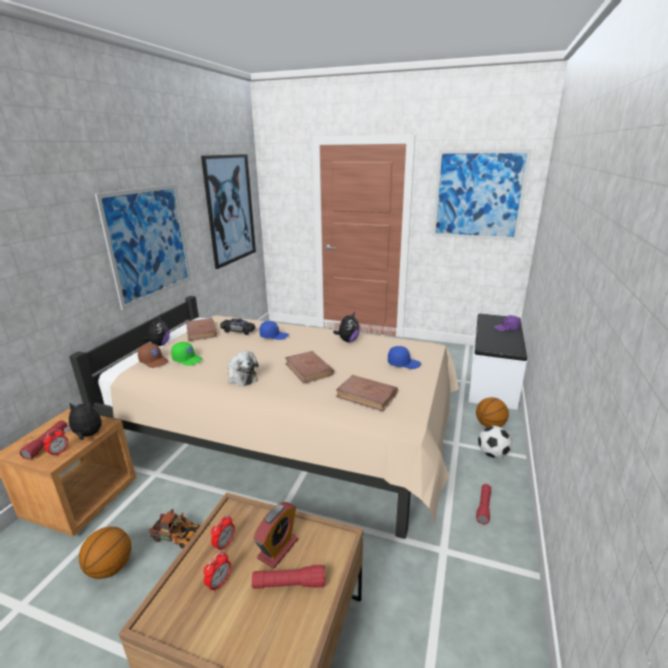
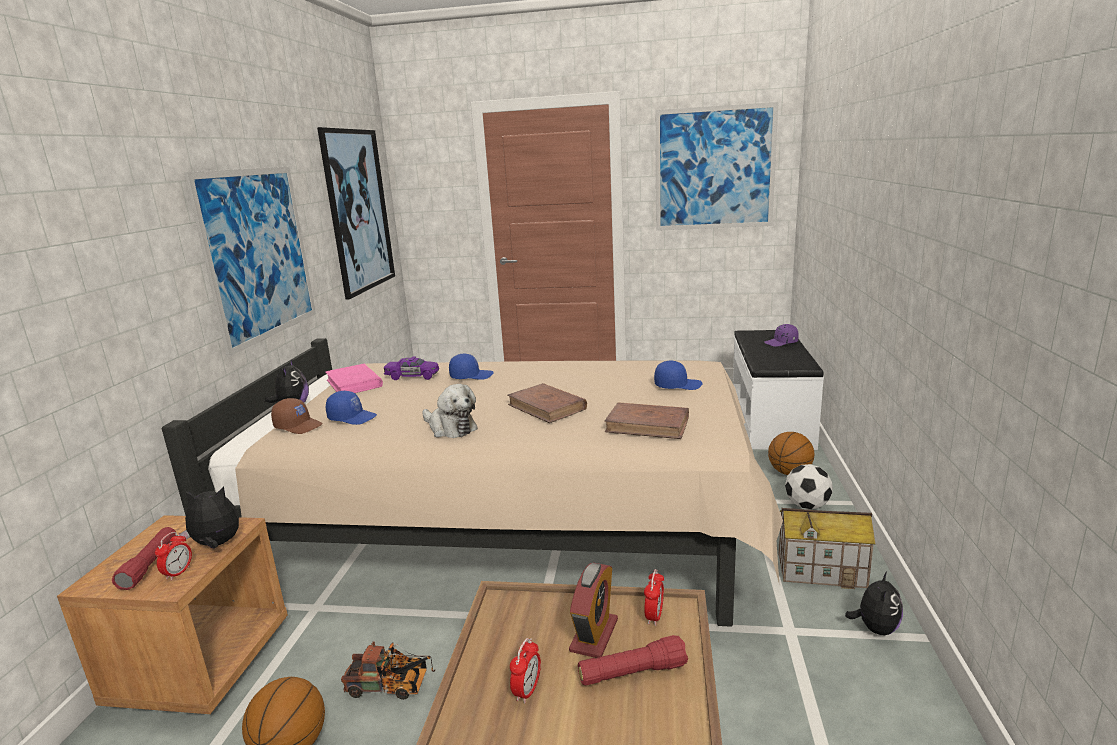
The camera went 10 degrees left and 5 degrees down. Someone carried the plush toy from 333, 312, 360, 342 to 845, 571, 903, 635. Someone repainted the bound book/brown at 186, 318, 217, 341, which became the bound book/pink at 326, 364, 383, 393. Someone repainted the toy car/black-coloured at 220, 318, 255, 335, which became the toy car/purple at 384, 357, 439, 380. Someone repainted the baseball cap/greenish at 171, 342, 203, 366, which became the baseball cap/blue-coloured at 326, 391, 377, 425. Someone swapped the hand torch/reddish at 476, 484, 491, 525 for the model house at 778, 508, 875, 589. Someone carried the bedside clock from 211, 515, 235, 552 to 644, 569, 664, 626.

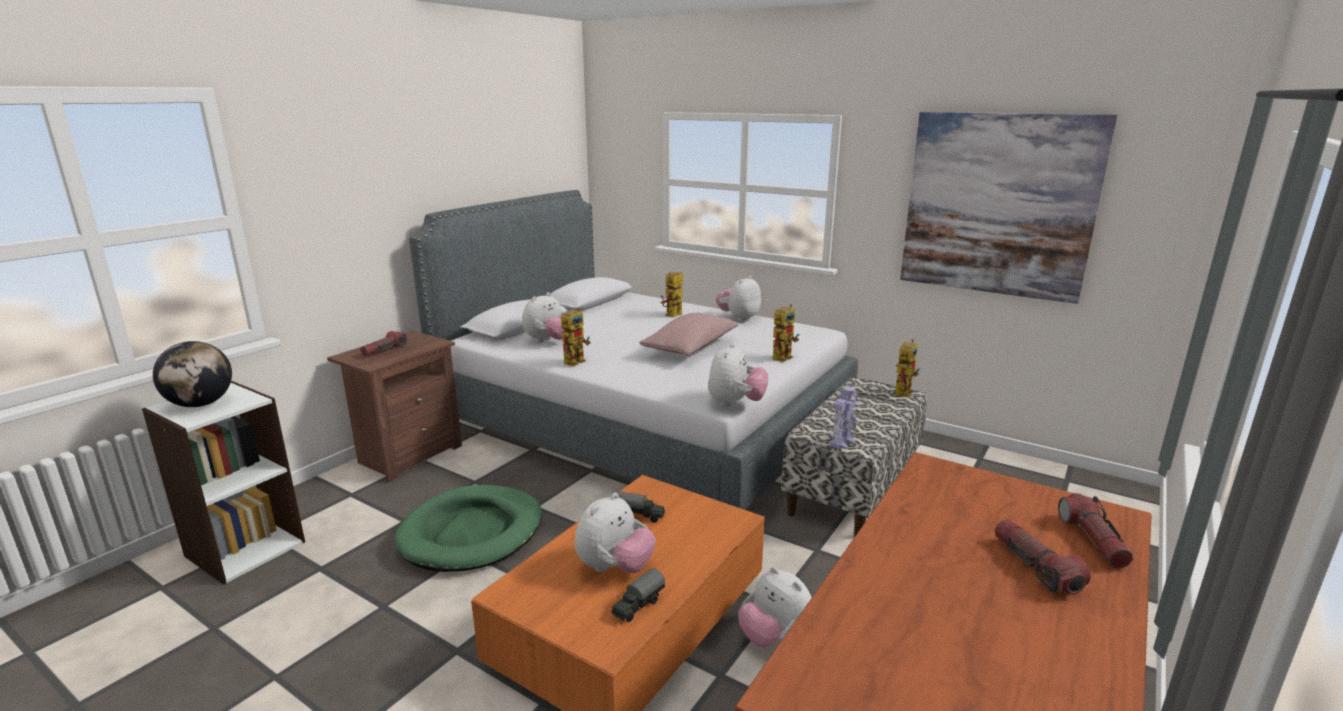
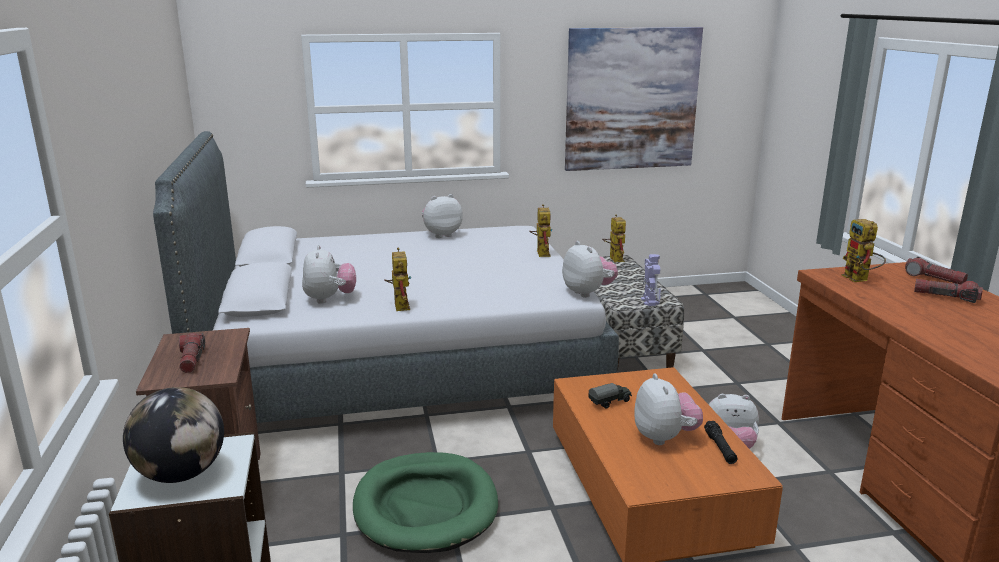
The camera went 45 degrees left and 0 degrees up. Someone carried the toy robot from 661, 272, 683, 317 to 842, 219, 886, 282. Someone rotated the plush toy at 716, 276, 761, 322 by 75 degrees clockwise. Someone took away the cushion/pink at 639, 313, 738, 355. Someone swapped the toy lorry at 611, 568, 665, 622 for the hand torch/black-coloured at 704, 421, 737, 464.

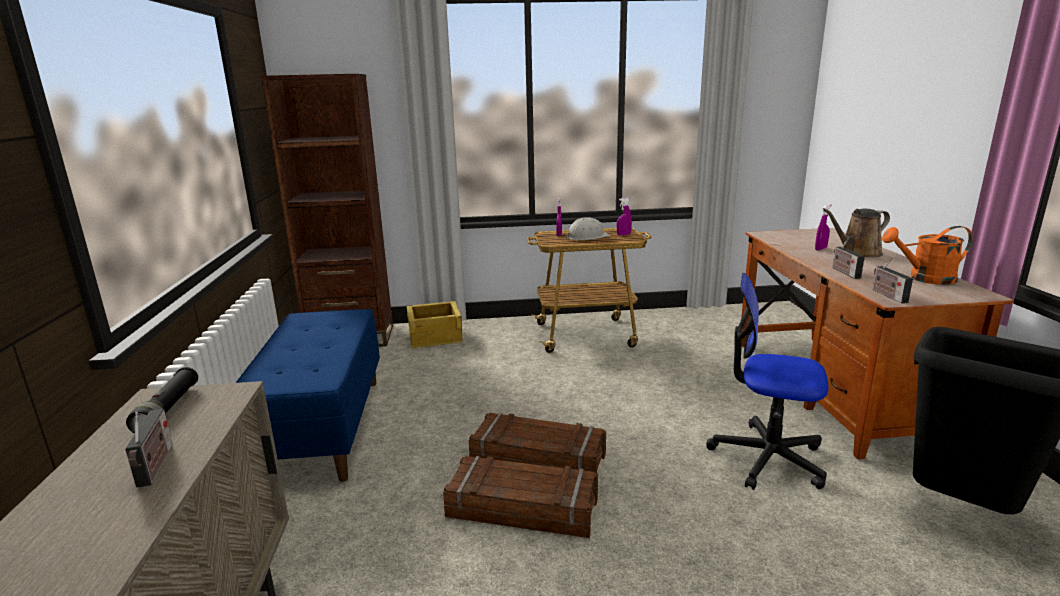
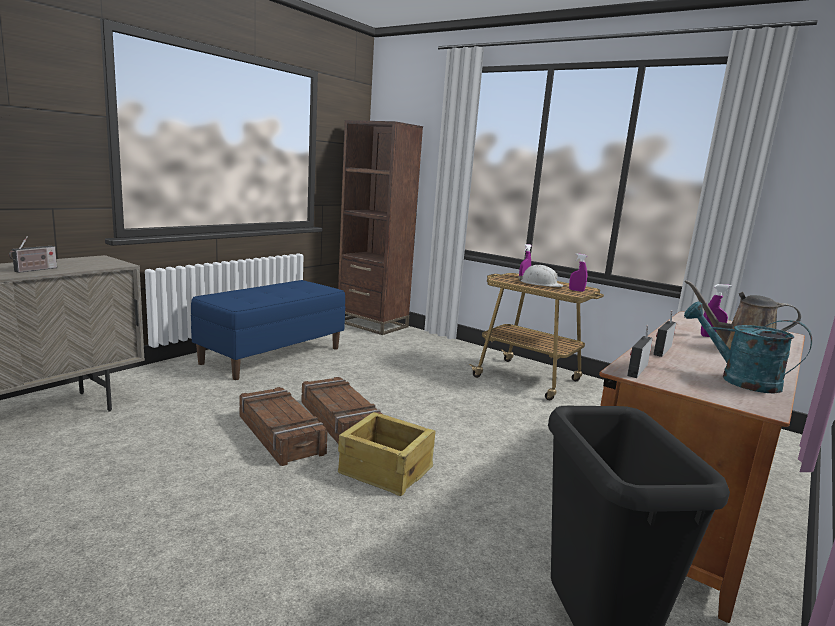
The camera went 40 degrees right and 5 degrees down. Someone repainted the watering can/orangey at 882, 226, 973, 285, which became the watering can/turquoise-coloured at 684, 301, 812, 394. Someone took away the desk chair at 706, 273, 829, 490. Someone carried the shipping crate from 407, 301, 462, 348 to 338, 412, 436, 496. Someone took away the hand torch/black-coloured at 126, 367, 198, 434.

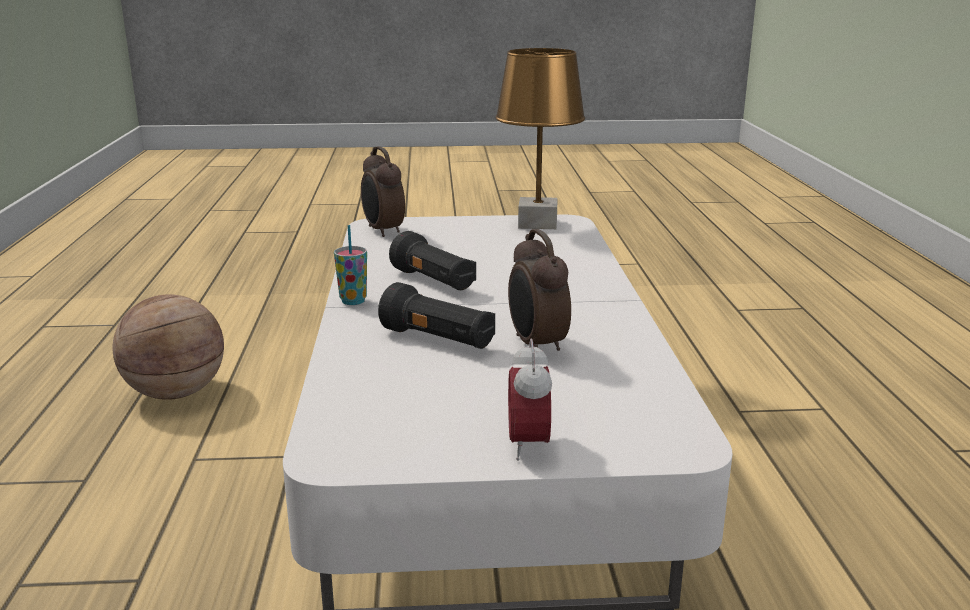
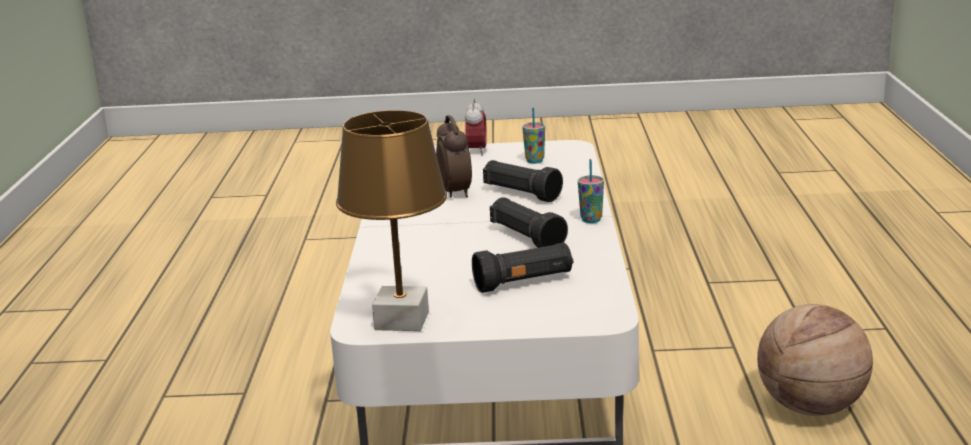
The camera went 175 degrees left and 0 degrees up. Someone took away the bedside clock at 361, 146, 405, 237. Someone put down the small cup at 522, 108, 545, 164. Someone put down the hand torch/black-coloured at 472, 243, 573, 293.

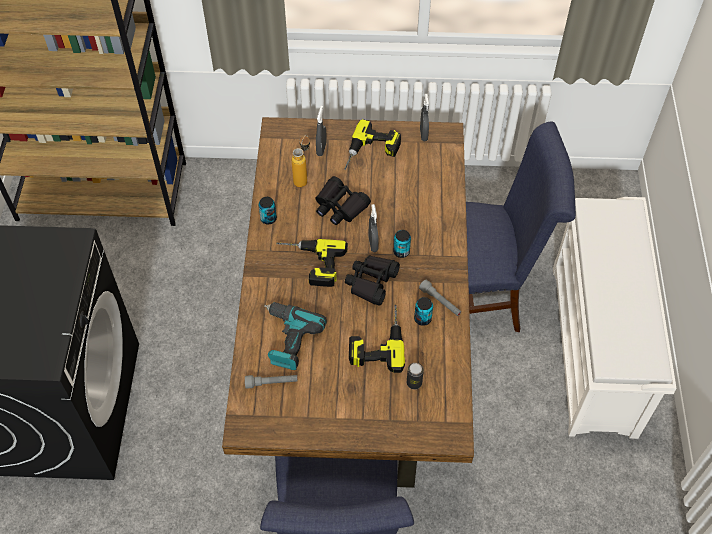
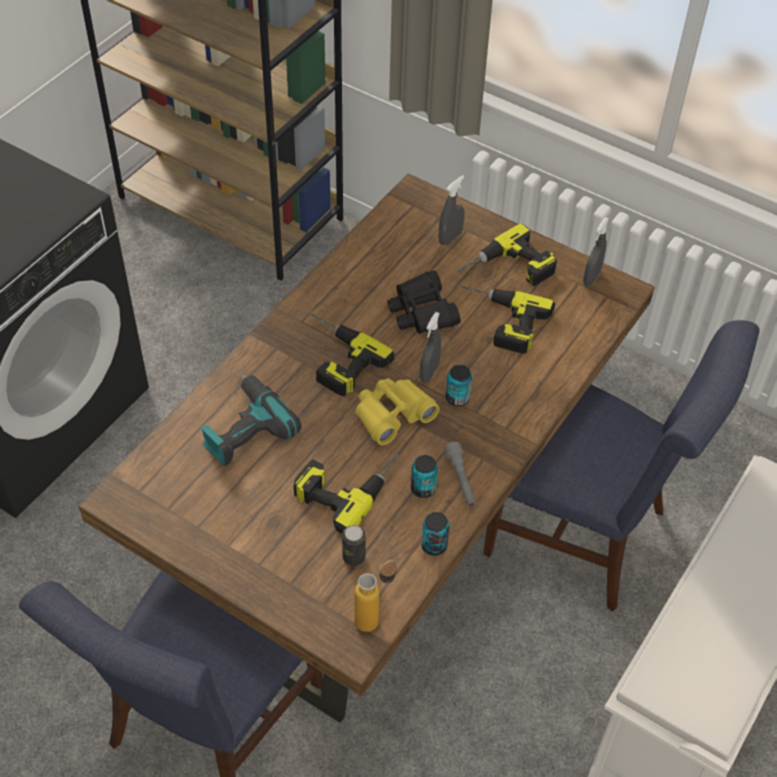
The camera went 30 degrees right and 5 degrees down. Someone carried the beverage bottle from 292, 135, 310, 187 to 355, 560, 397, 632. Someone carried the sealed can from 259, 197, 277, 224 to 421, 512, 450, 556. Someone repainted the pair of binoculars/black-coloured at 345, 255, 400, 306, which became the pair of binoculars/yellowish at 355, 378, 440, 445. Someone took away the hand torch/greyish at 245, 375, 298, 388. Someone put down the power drill at 460, 286, 555, 354.

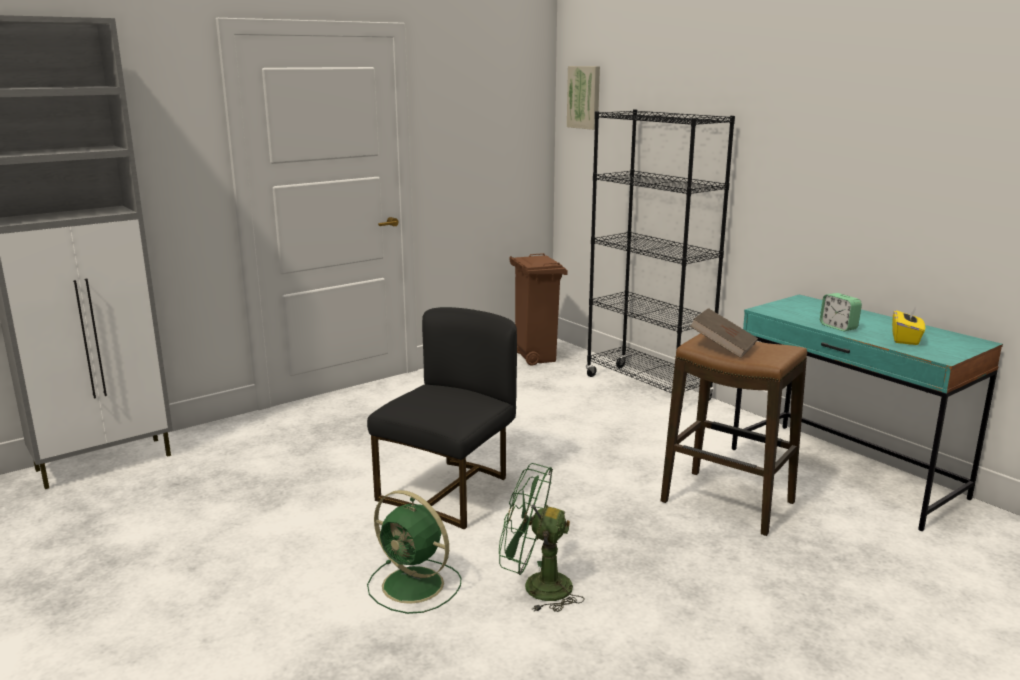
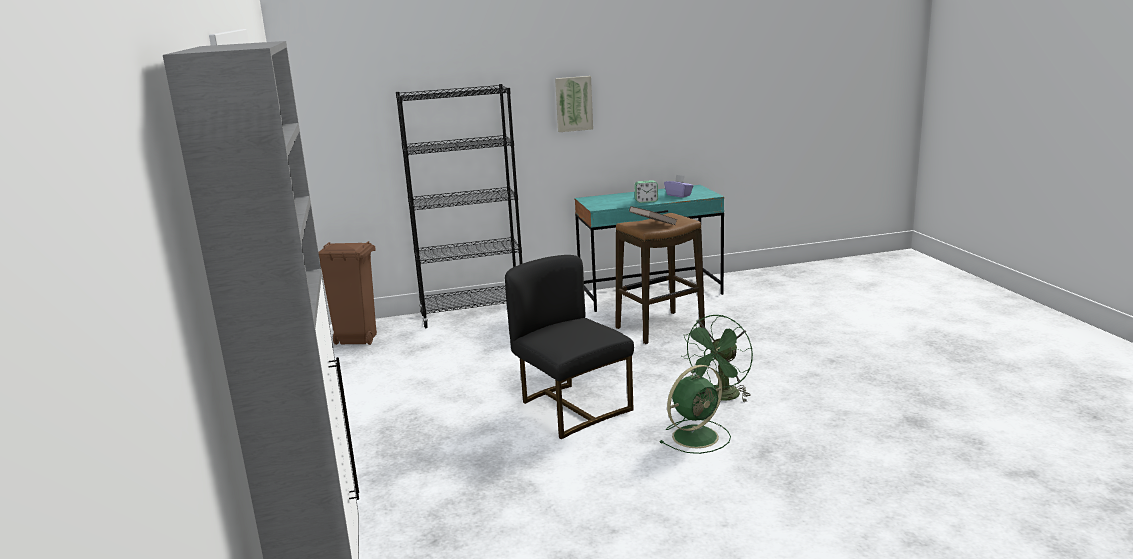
The camera went 65 degrees left and 0 degrees up. Someone carried the wall picture from 567, 66, 600, 130 to 555, 76, 593, 132. Someone repainted the tissue box/yellowish at 892, 306, 925, 345, which became the tissue box/purple at 664, 175, 693, 198.

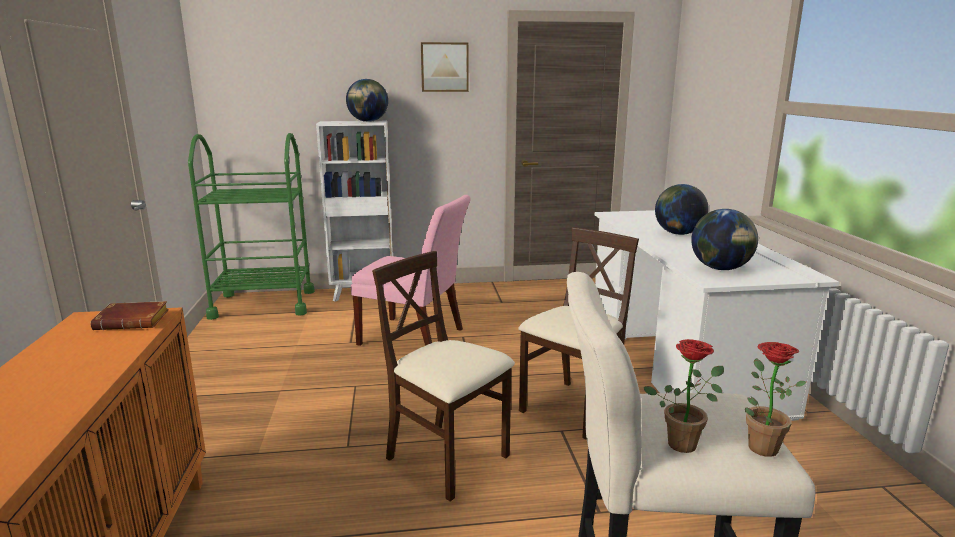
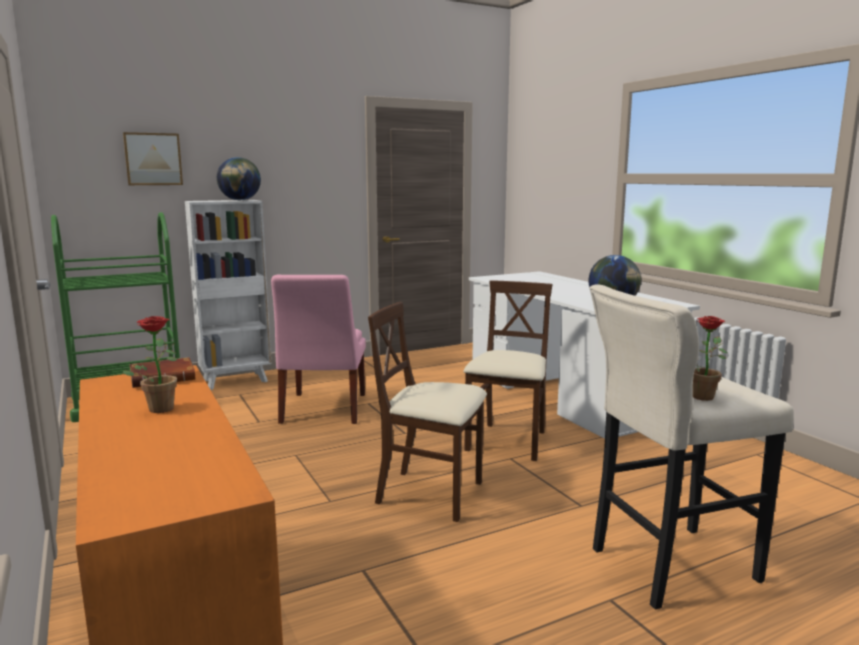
The camera went 20 degrees left and 5 degrees down. Someone carried the wall picture from 421, 42, 469, 92 to 123, 132, 183, 185. Someone took away the globe at 655, 184, 709, 235. Someone rotated the plain chair/pink at 351, 195, 471, 346 by 90 degrees clockwise. Someone carried the houseplant from 745, 342, 806, 457 to 122, 316, 177, 413.

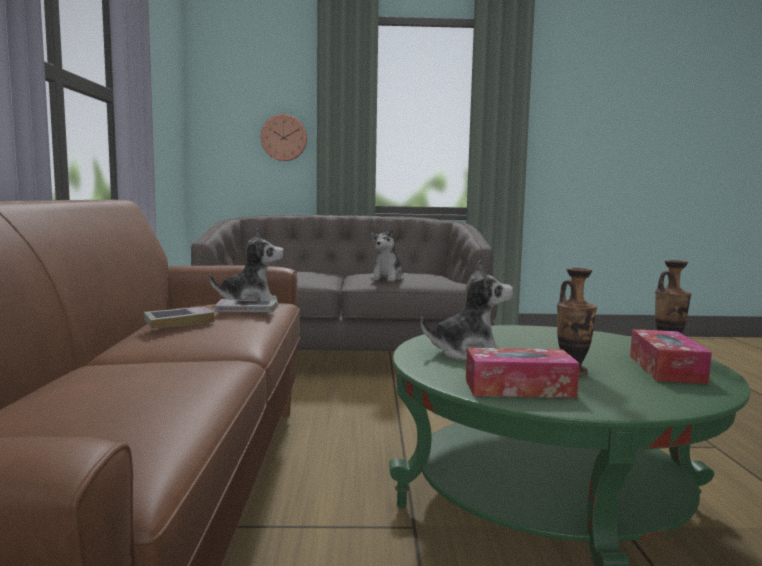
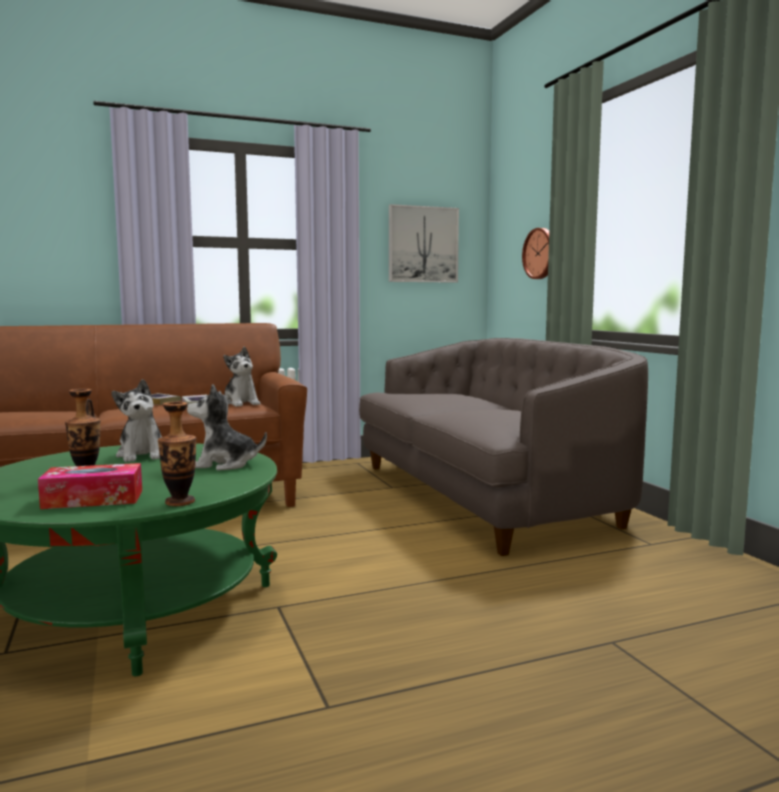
The camera went 70 degrees right and 0 degrees up. Someone carried the plush toy from 371, 226, 405, 282 to 187, 384, 267, 471. Someone took away the tissue box at 466, 348, 579, 398. Someone put up the wall picture at 389, 204, 459, 283.

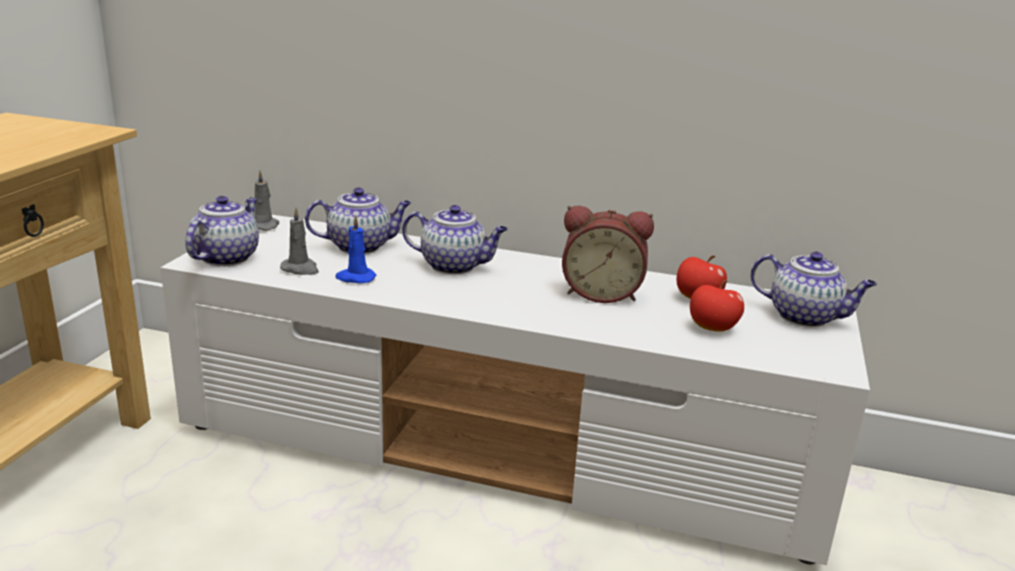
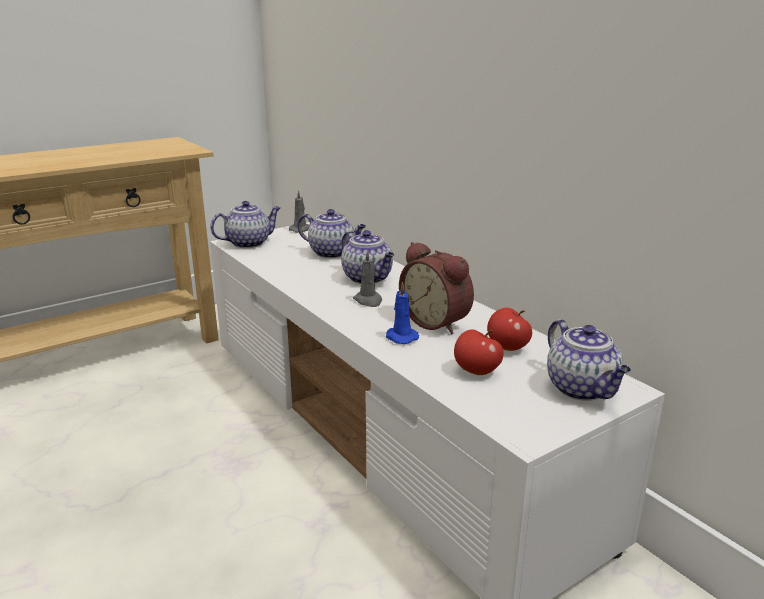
The camera went 40 degrees right and 0 degrees up. Someone carried the wax light/greyish from 280, 207, 319, 275 to 353, 250, 382, 307. Someone carried the wax light/blue-coloured from 336, 215, 377, 284 to 386, 281, 419, 344.

